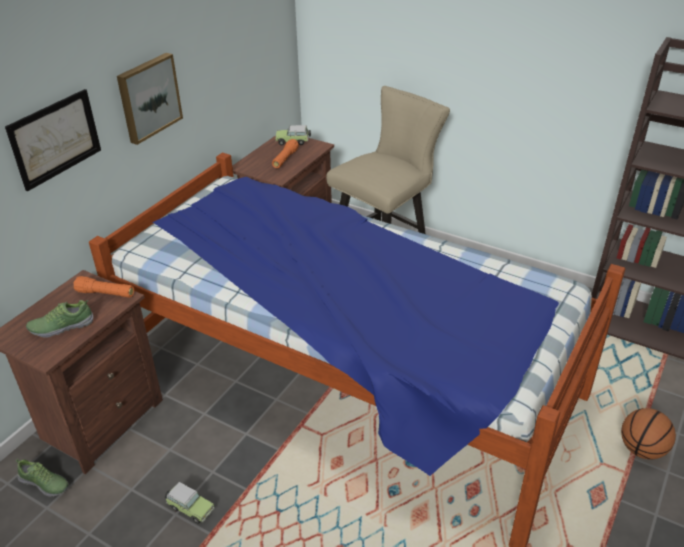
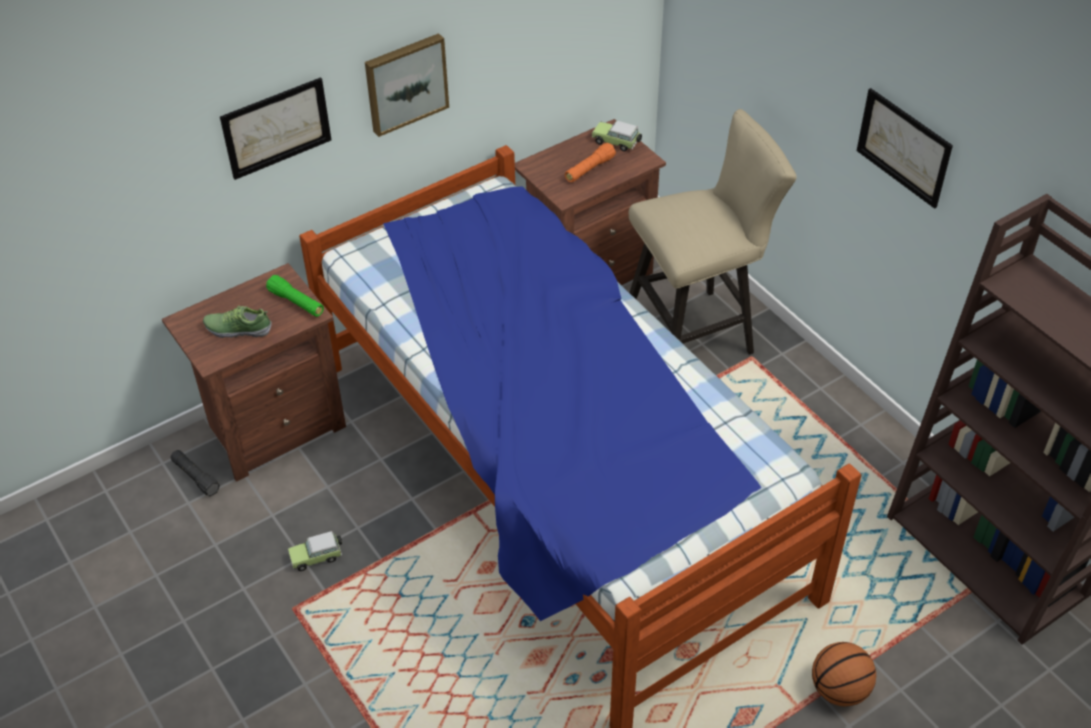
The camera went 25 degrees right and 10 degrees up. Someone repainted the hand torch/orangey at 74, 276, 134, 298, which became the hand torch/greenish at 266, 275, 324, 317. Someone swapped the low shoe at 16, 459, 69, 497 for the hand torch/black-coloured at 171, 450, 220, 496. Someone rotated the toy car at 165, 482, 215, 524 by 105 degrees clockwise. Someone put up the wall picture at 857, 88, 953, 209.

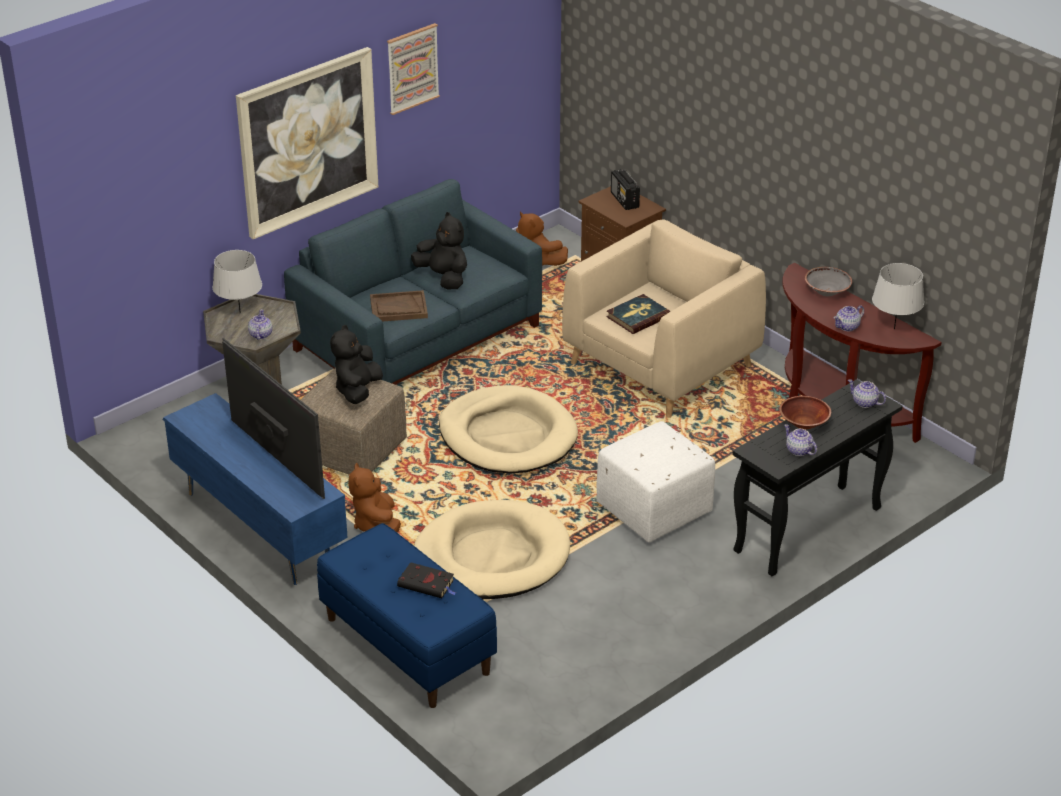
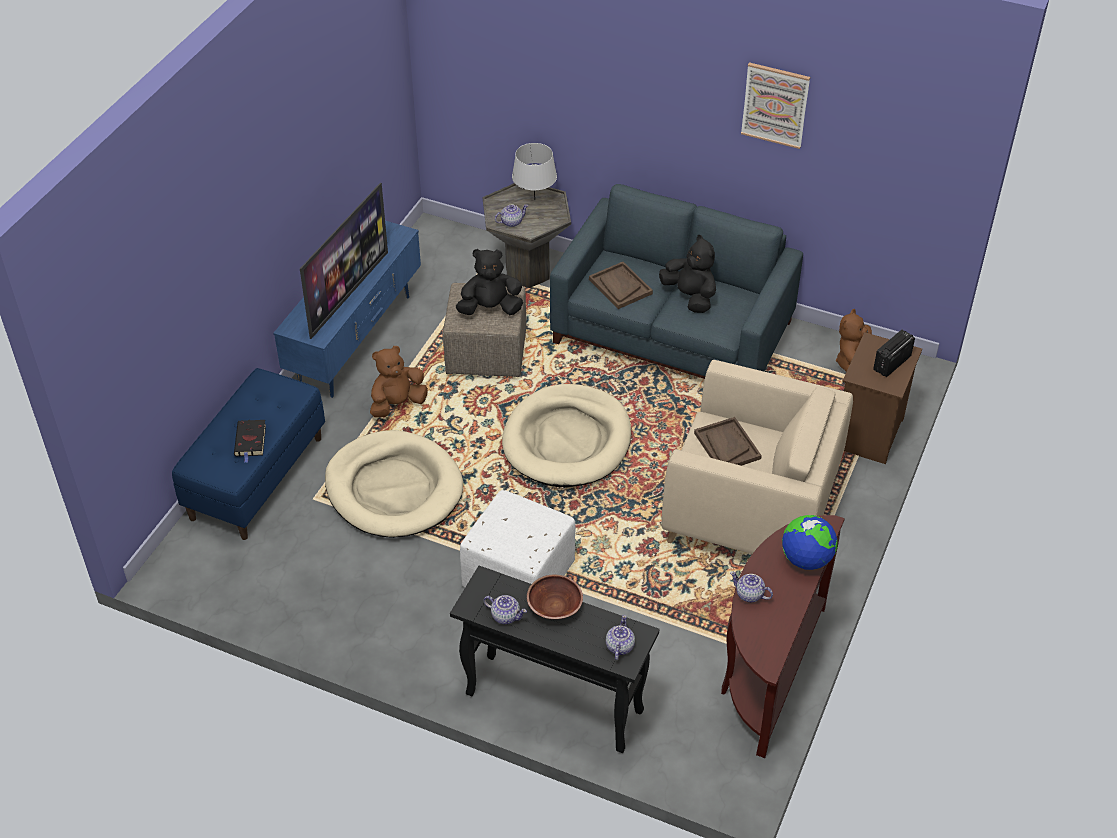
The camera went 65 degrees right and 10 degrees up. Someone took away the wall picture at 236, 47, 378, 239. Someone rotated the plush toy/black-coloured at 411, 212, 467, 289 by 60 degrees counterclockwise. Someone took away the table lamp/greyish at 872, 263, 924, 329. Someone swapped the deep dish/greyish at 805, 267, 852, 296 for the globe at 782, 515, 838, 570. Someone swapped the bound book at 607, 294, 670, 334 for the tray/brown at 694, 417, 762, 466. Someone rotated the tea pot at 784, 424, 817, 456 by 90 degrees clockwise.

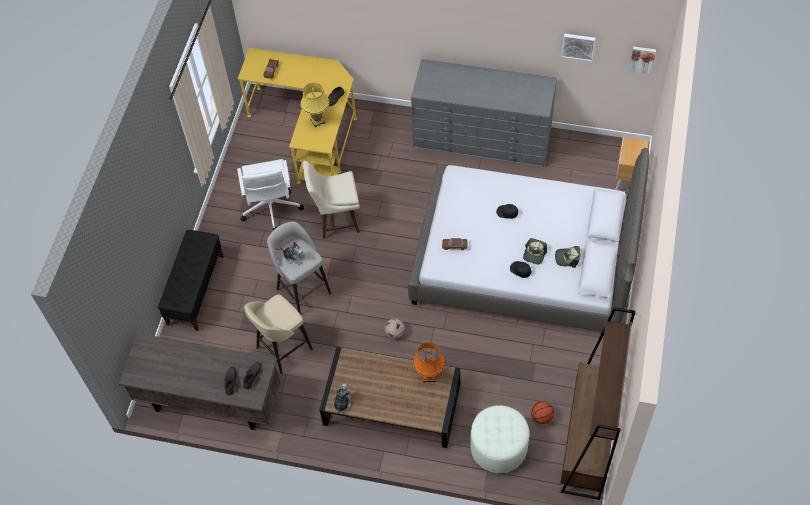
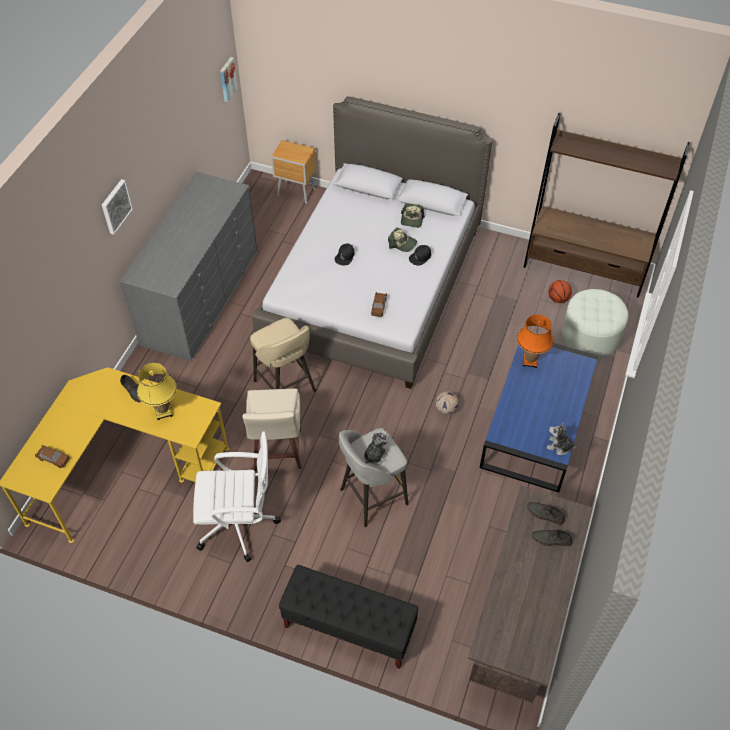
The camera went 85 degrees left and 5 degrees down. Someone carried the wall picture from 561, 34, 596, 61 to 102, 179, 133, 235. Someone carried the stool seat/sand-coloured from 244, 295, 313, 374 to 250, 318, 316, 392. Someone repainted the coffee table/brown at 320, 347, 461, 448, which became the coffee table/blue-coloured at 480, 343, 598, 493.

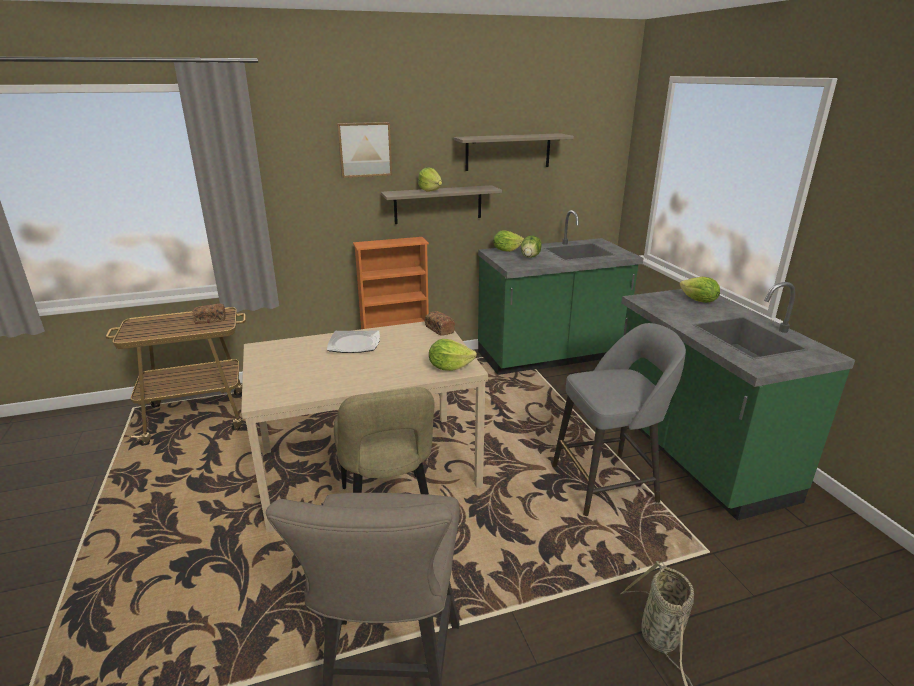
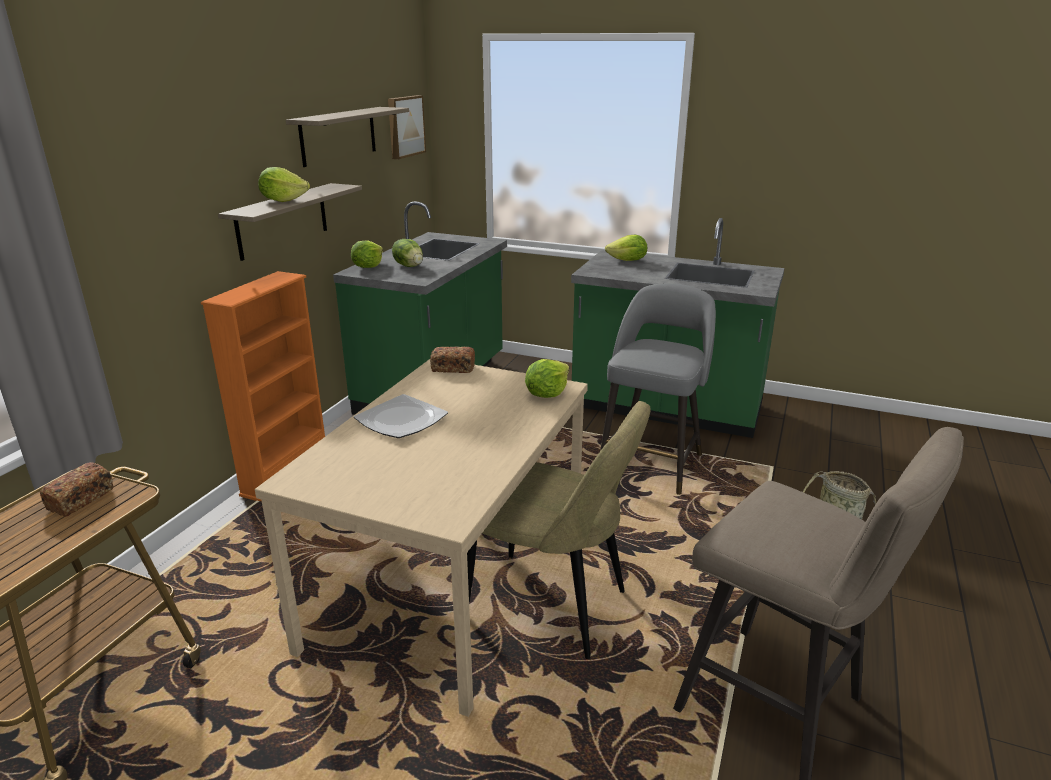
The camera went 50 degrees left and 0 degrees up. Someone carried the wall picture from 337, 122, 392, 178 to 388, 95, 426, 159.

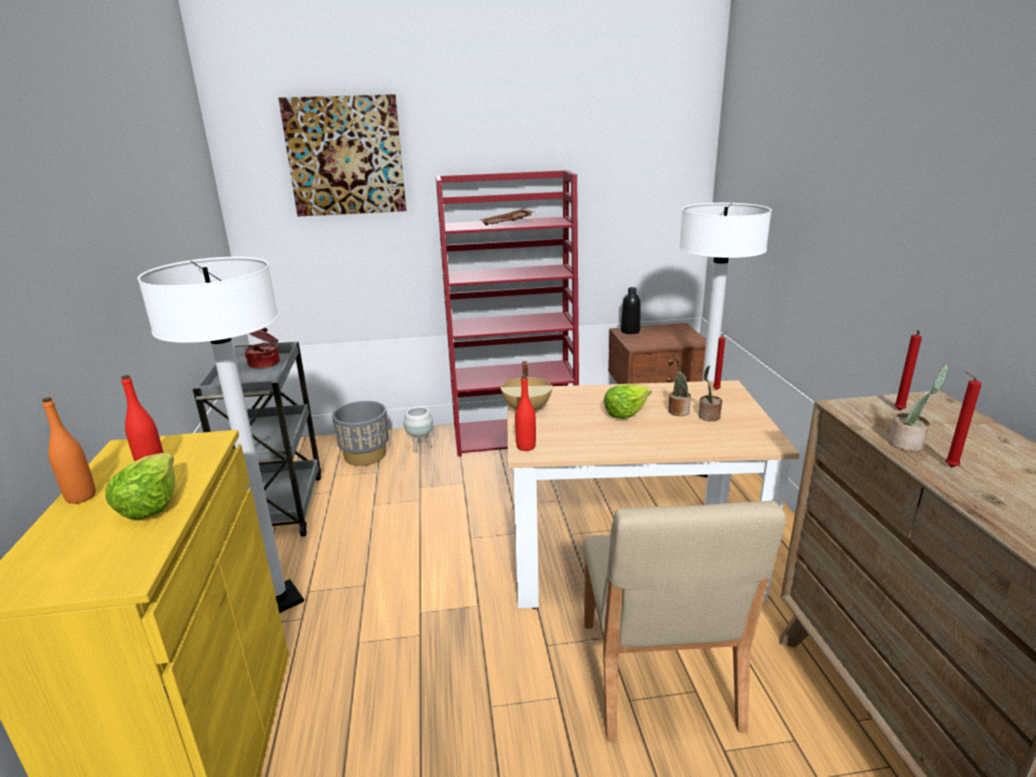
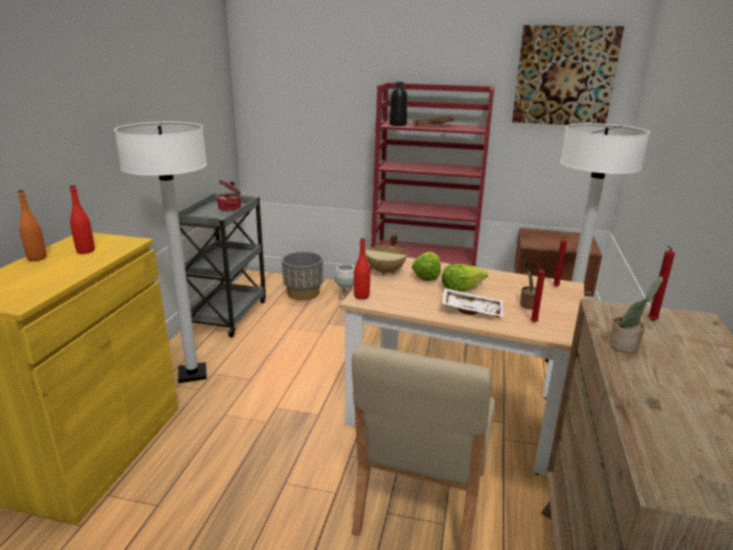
The camera went 20 degrees right and 0 degrees up. Someone carried the wall picture from 279, 94, 406, 216 to 512, 25, 624, 125. Someone carried the beverage bottle/black-coloured from 621, 287, 641, 334 to 389, 82, 407, 126. Someone took away the houseplant at 668, 354, 691, 416. Someone carried the wax light/reddish from 945, 371, 982, 467 to 531, 264, 545, 322. Someone carried the head of lettuce from 106, 453, 175, 520 to 412, 252, 441, 281. Someone put down the tray/whitish at 442, 288, 504, 318.

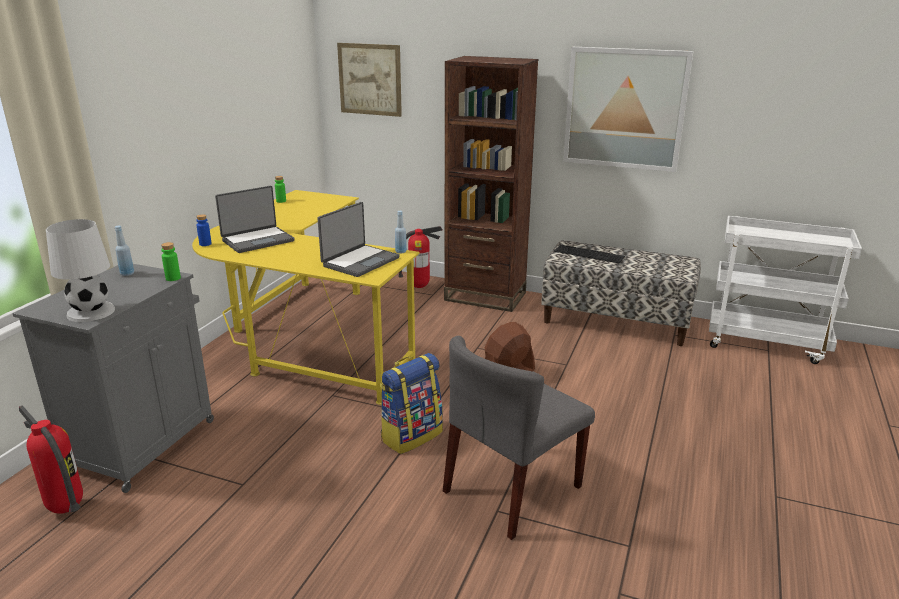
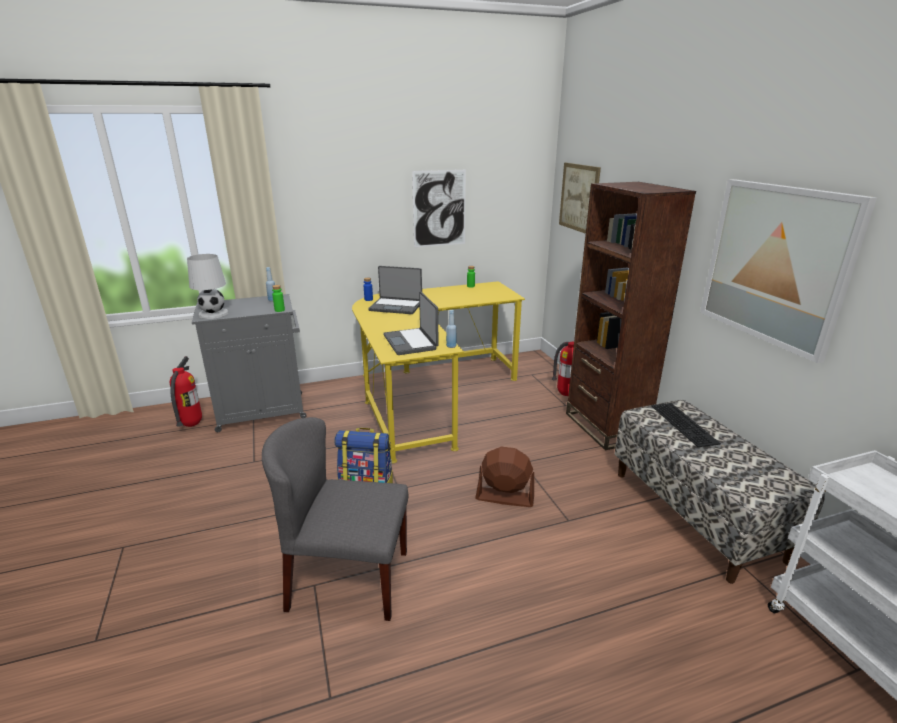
The camera went 50 degrees right and 0 degrees up. Someone rotated the laptop at 317, 202, 400, 277 by 75 degrees clockwise. Someone put up the wall picture at 412, 170, 466, 247.

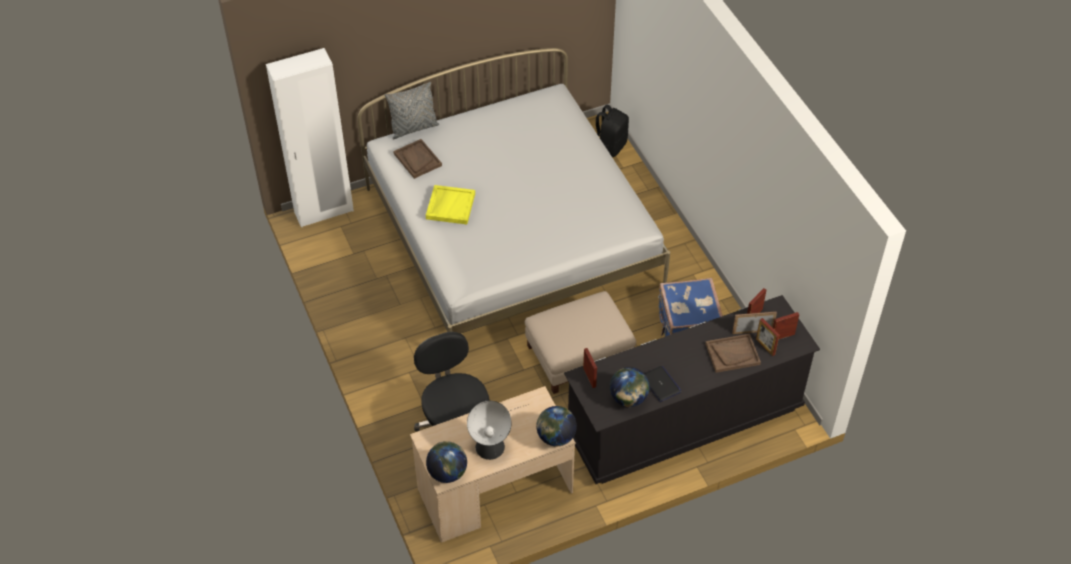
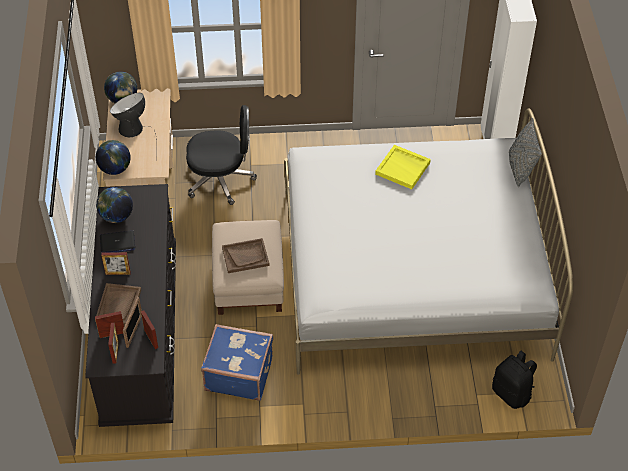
The camera went 110 degrees right and 0 degrees up. Someone carried the tray/brown from 393, 139, 442, 179 to 222, 238, 270, 273. Someone carried the photo frame from 583, 348, 597, 388 to 101, 252, 131, 275.

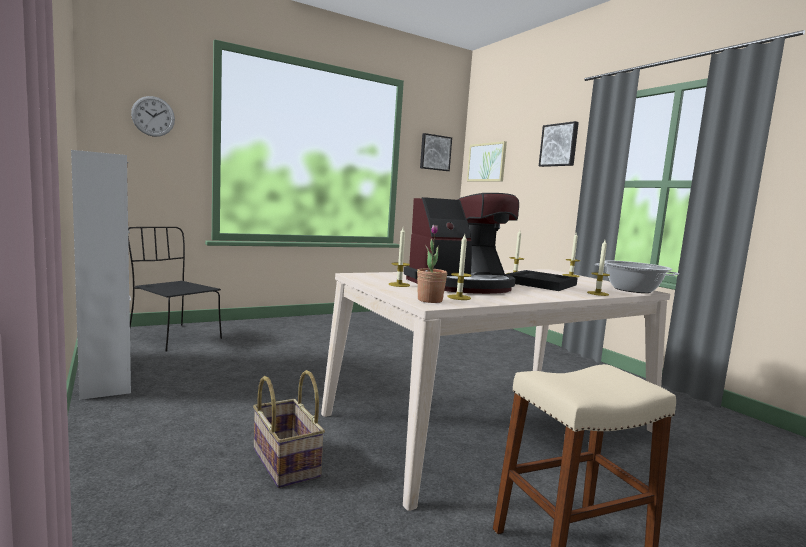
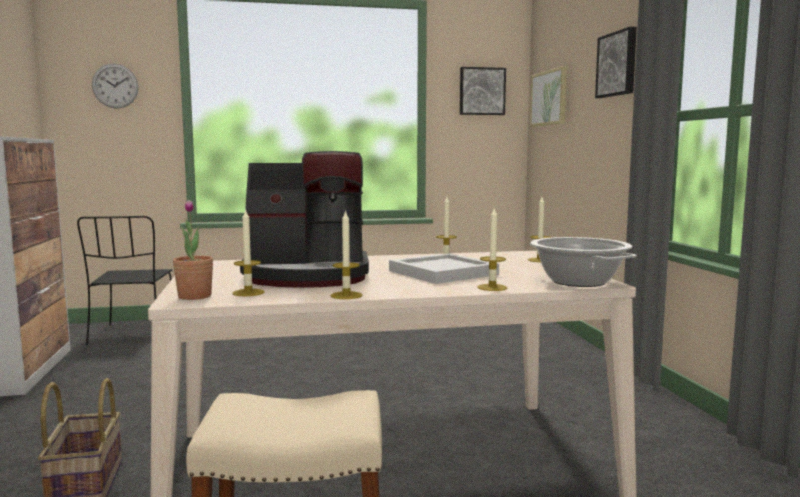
The camera went 20 degrees right and 0 degrees up. Someone rotated the plain chair/black-coloured at 128, 227, 222, 352 by 150 degrees counterclockwise. Someone carried the wax light from 388, 228, 410, 287 to 330, 210, 362, 299. Someone repainted the tray/black-coloured at 507, 270, 578, 291, which became the tray/whitish at 389, 253, 499, 284.

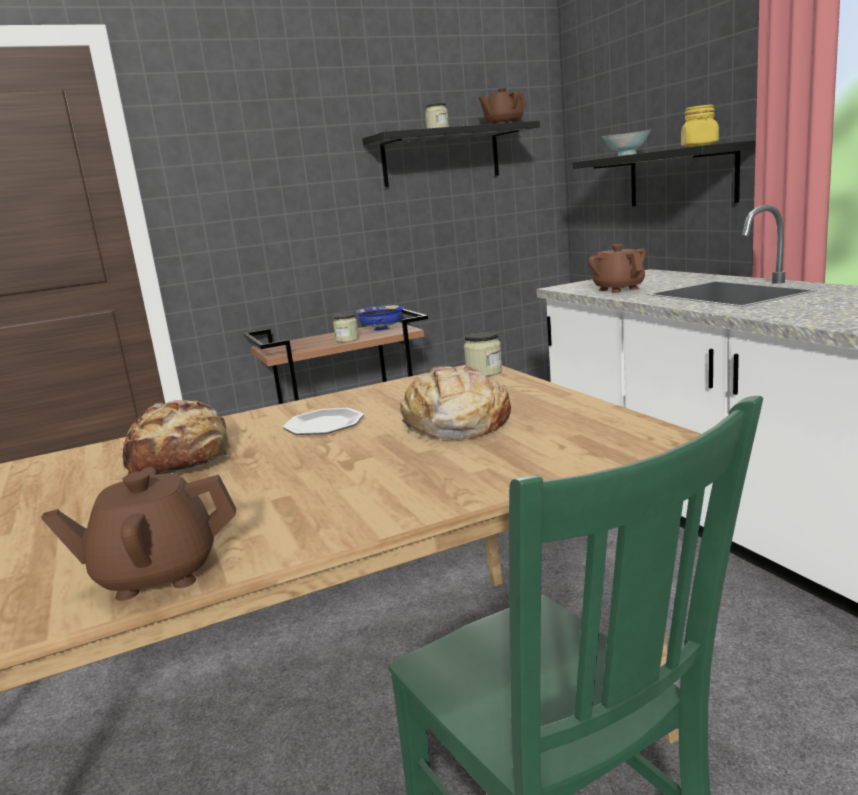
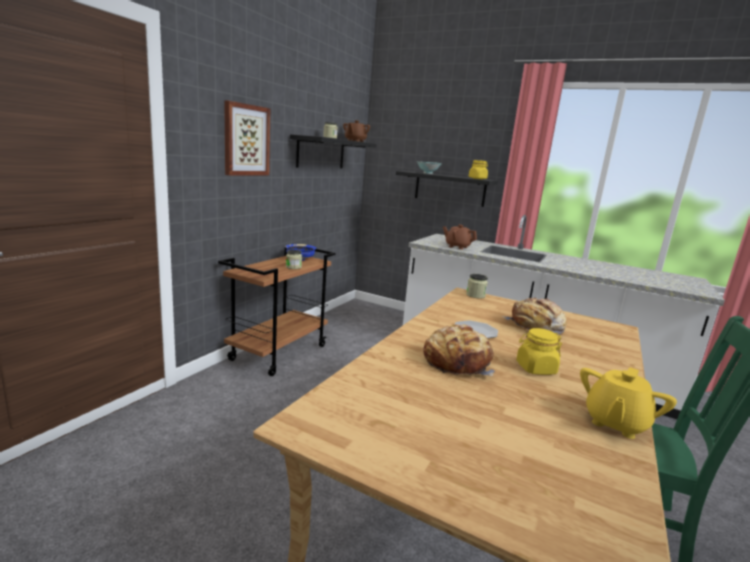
The camera went 40 degrees left and 0 degrees up. Someone repainted the tea pot/brown at 41, 467, 236, 601, which became the tea pot/yellowish at 580, 367, 677, 439. Someone put up the wall picture at 224, 100, 270, 175. Someone put down the storage jar/yellowish at 516, 328, 562, 375.

